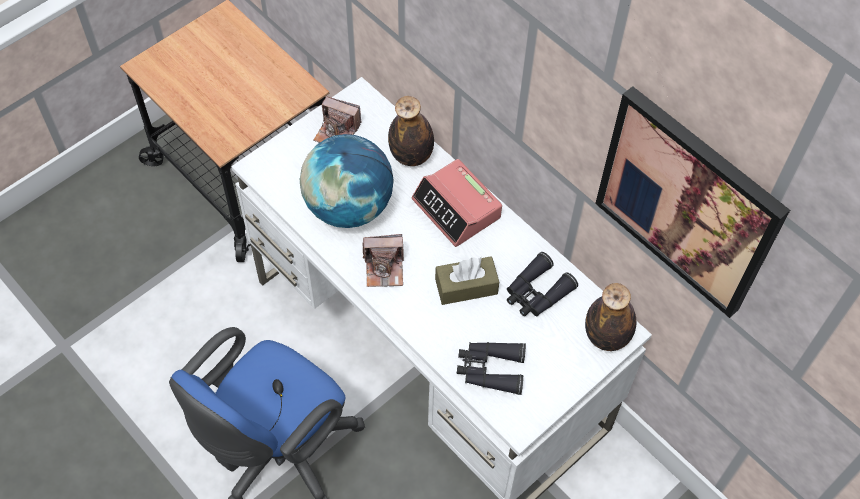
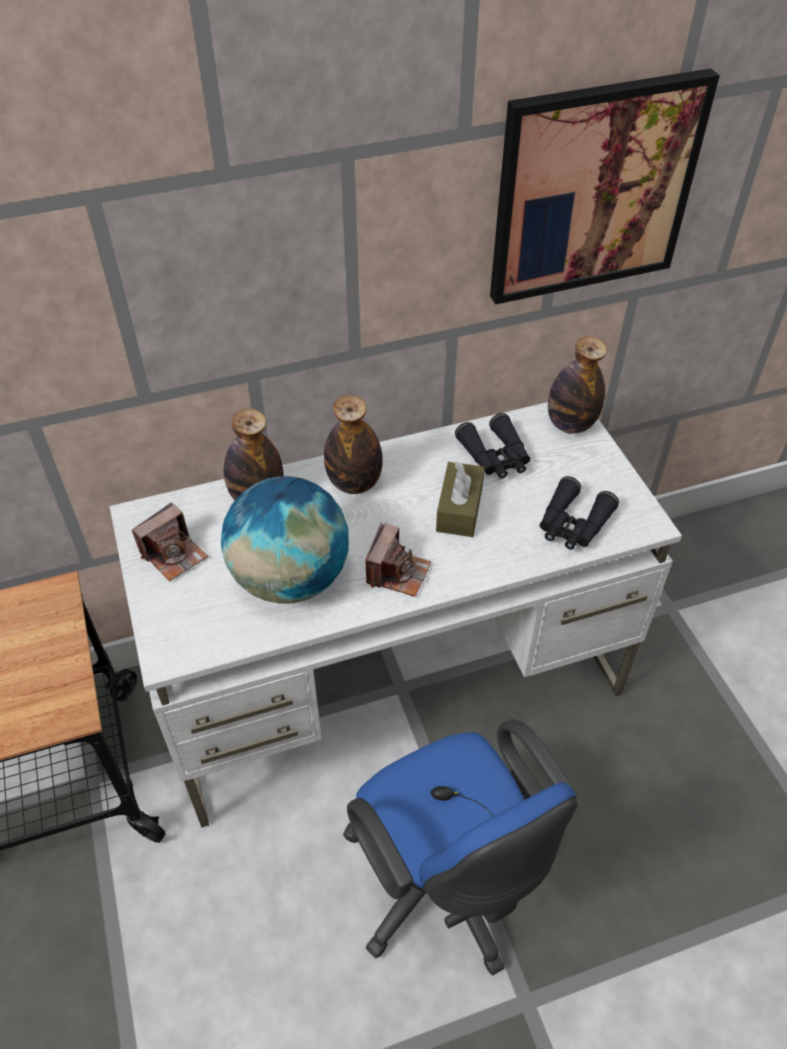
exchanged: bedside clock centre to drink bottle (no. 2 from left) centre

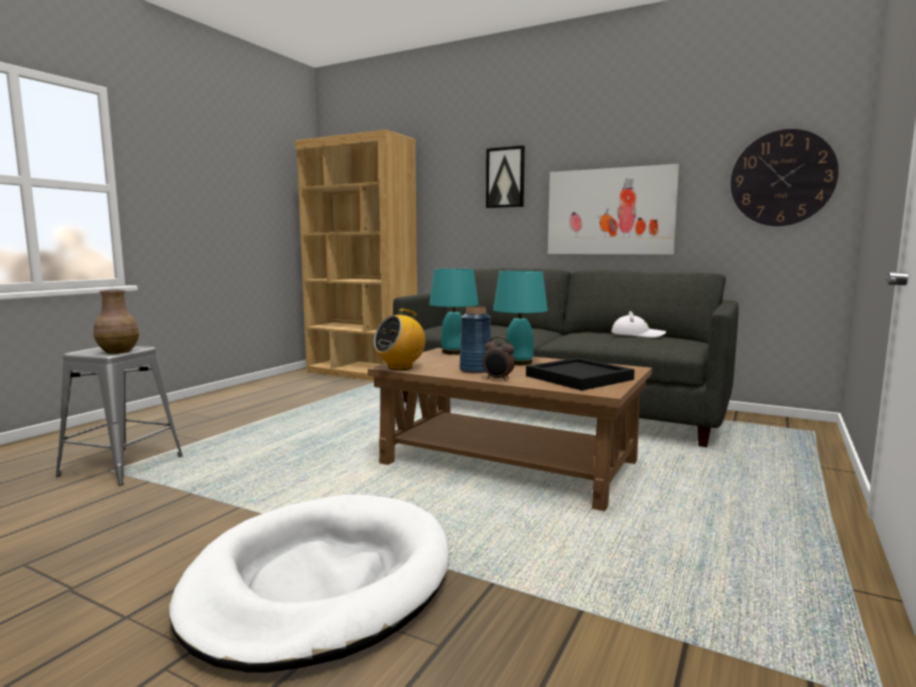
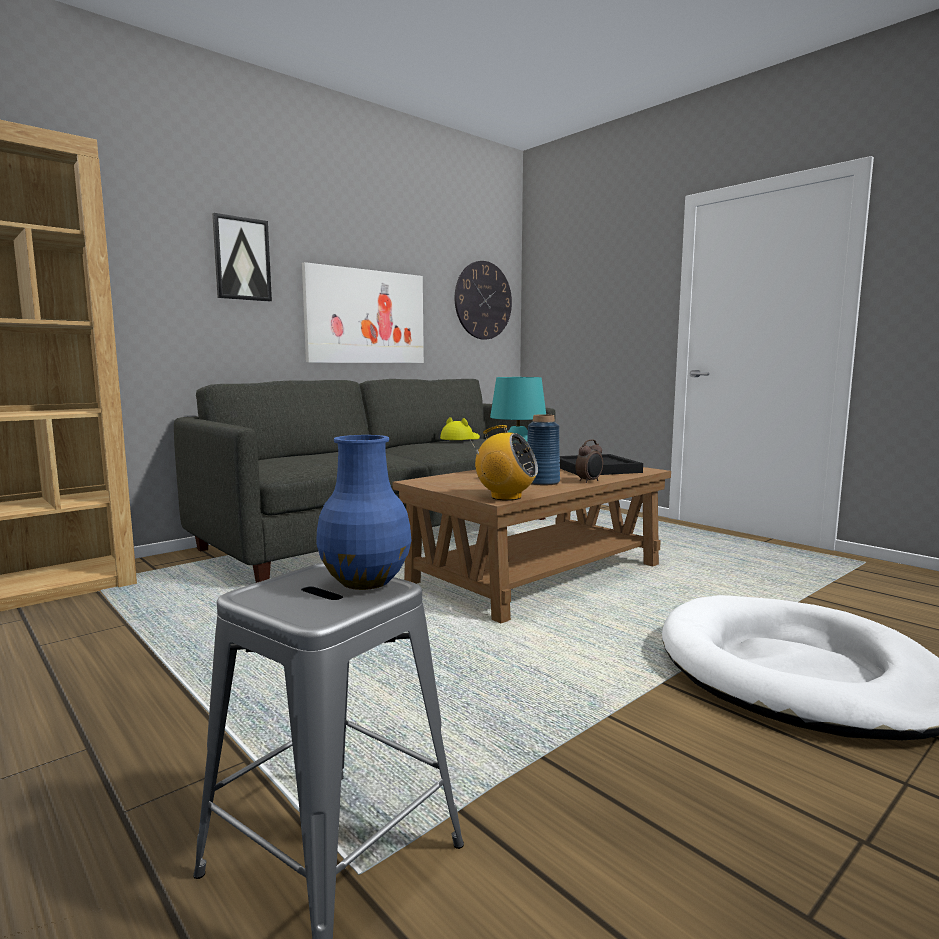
missing: turquoise-coloured table lamp (no. 1 from left) centre
colour: brownish vase middle left to blue-coloured vase (no. 1 from left) centre; white-coloured wearable hat middle right to yellowish wearable hat centre
spun: radio centre = centre 45 degrees counterclockwise

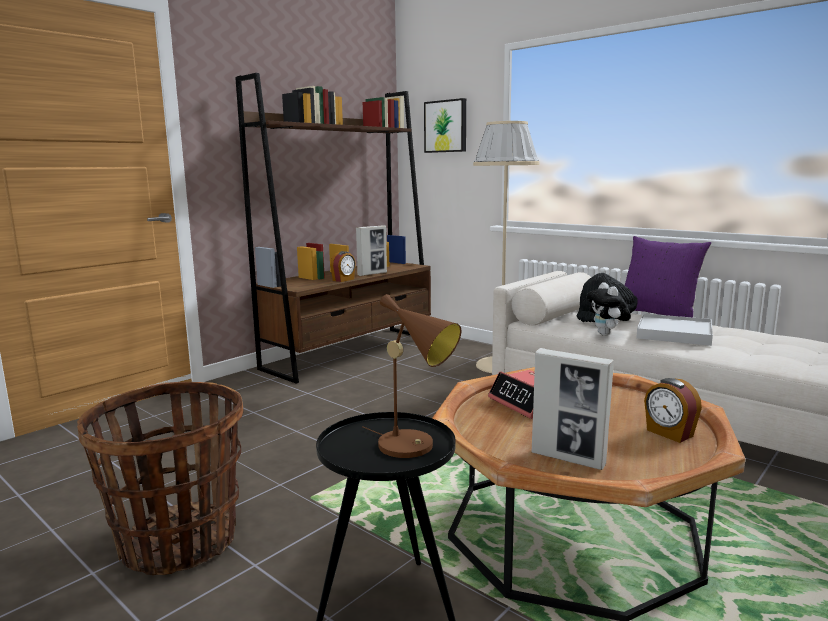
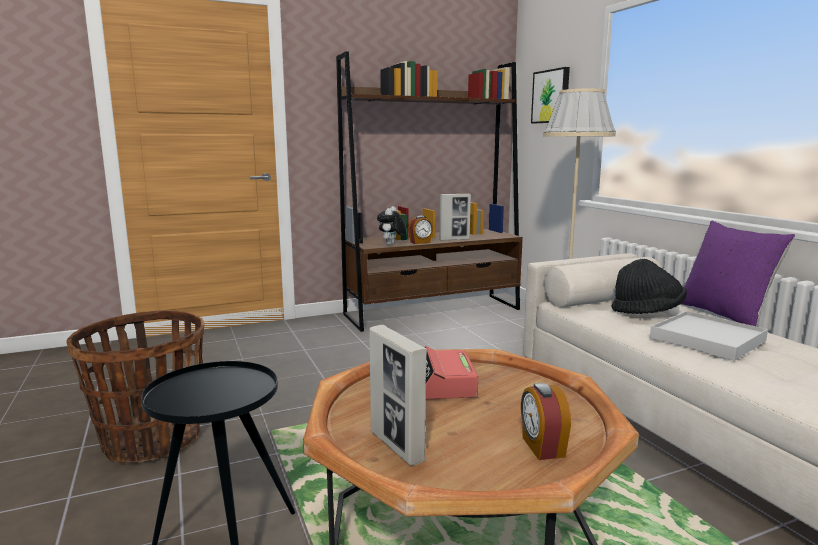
missing: brownish table lamp centre
relocated: cuddly toy middle right to centre

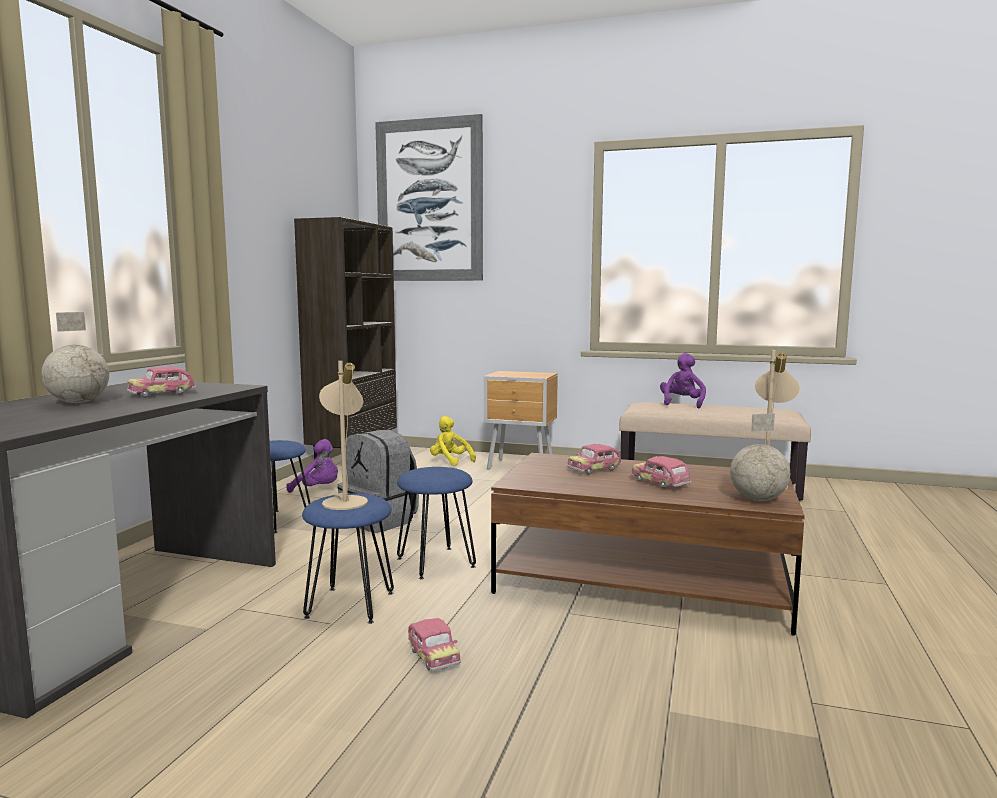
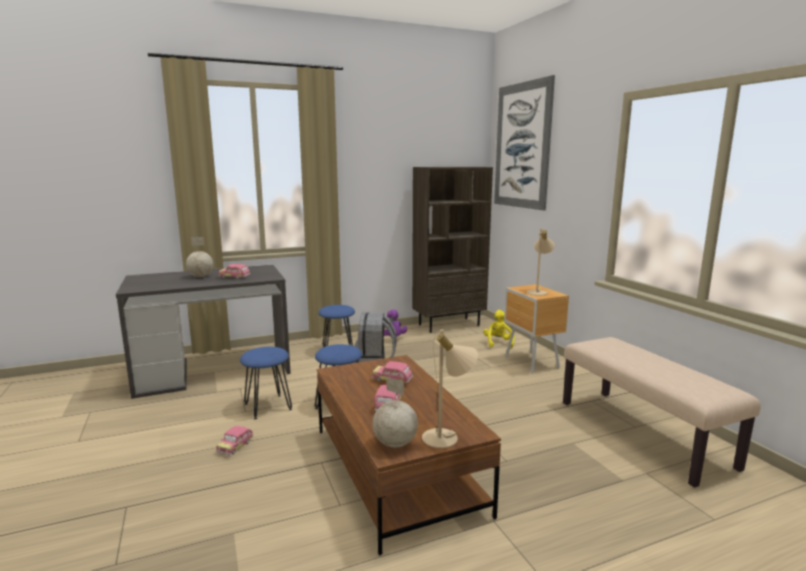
missing: purple cuddly toy (no. 2 from left) middle right
relocated: beige table lamp (no. 1 from left in the first image) centre to beige table lamp (no. 2 from left) middle right

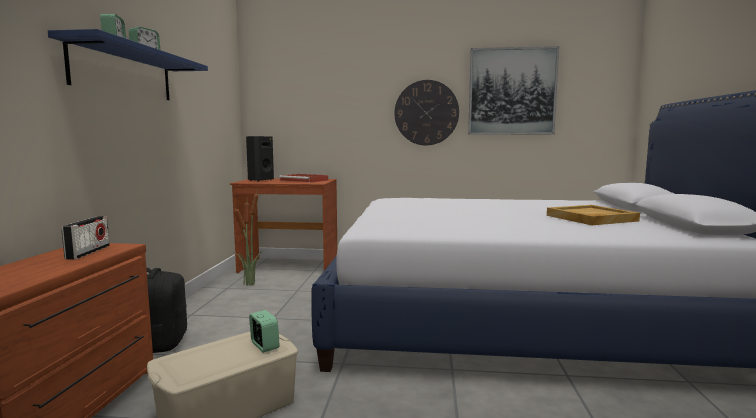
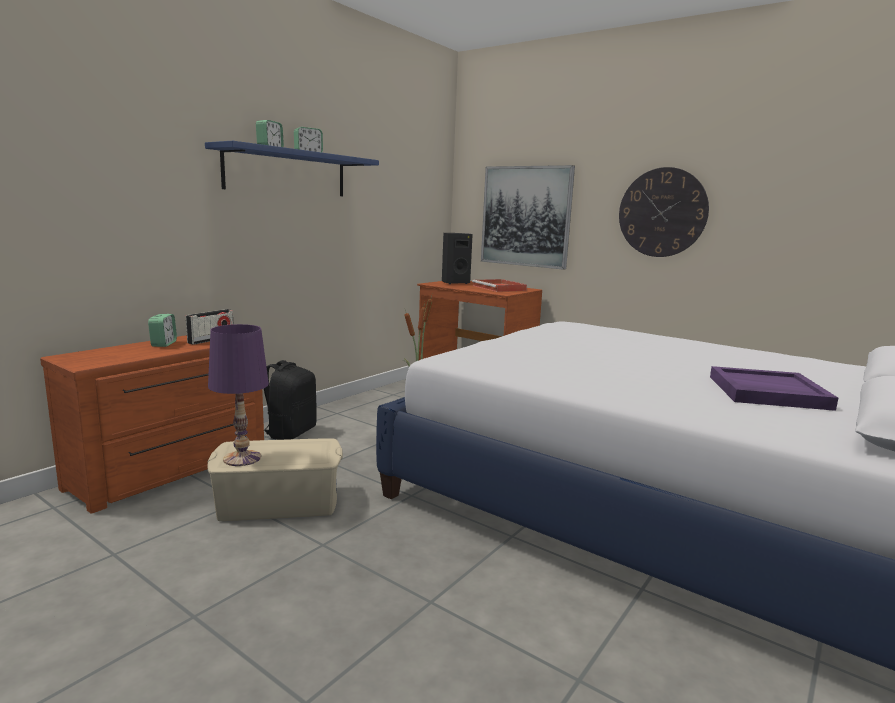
appeared: purple table lamp middle left
relocated: bedside clock (no. 3 from left in the first image) bottom centre to bedside clock (no. 1 from left) middle left; picture top right to top centre
colour: beige serving tray middle right to purple serving tray middle right

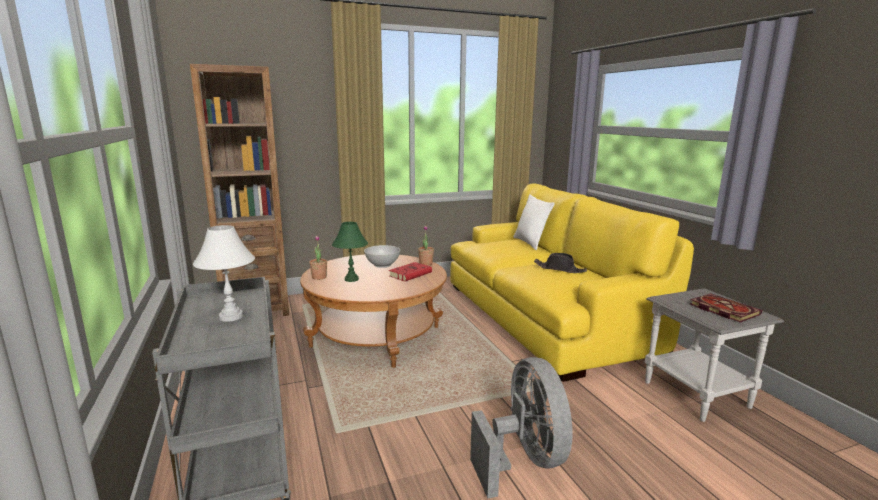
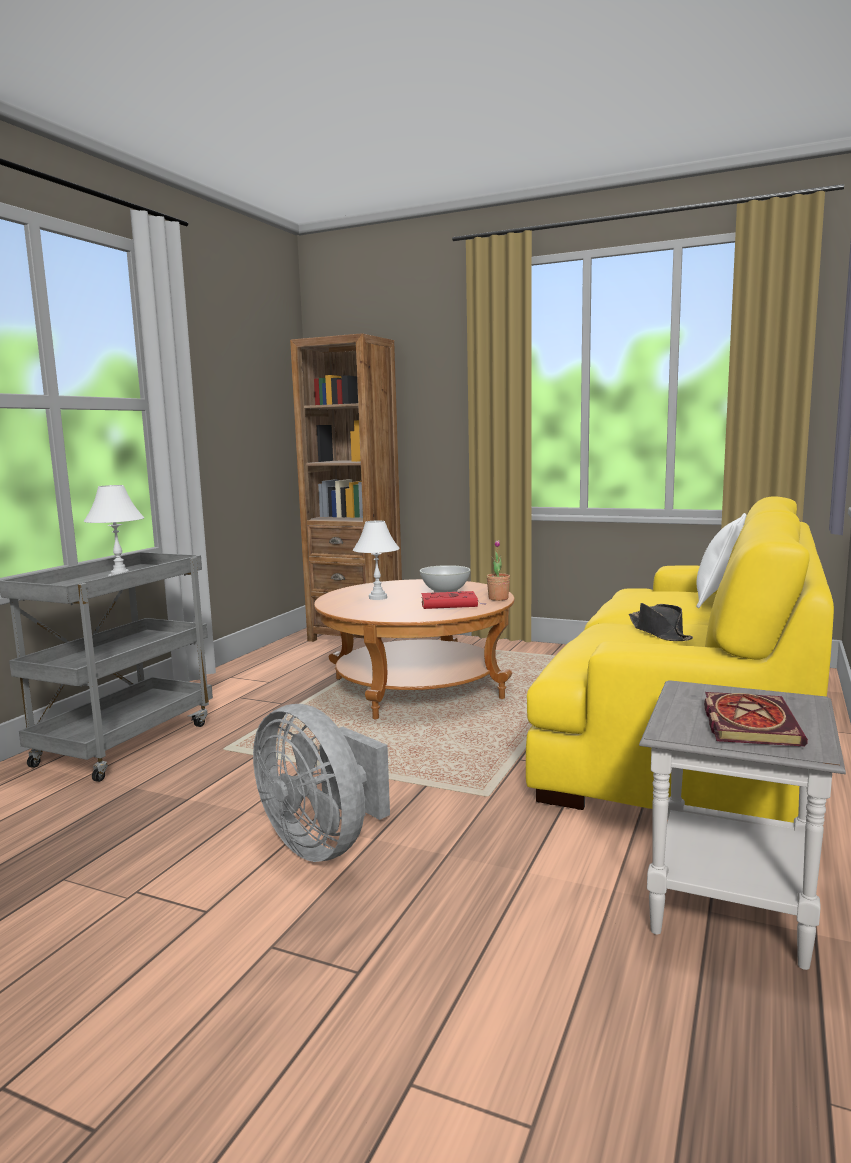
missing: plant in a pot (no. 1 from left) centre
colour: greenish table lamp centre to white-coloured table lamp (no. 2 from left) centre
spun: grey fan bottom centre = bottom centre 105 degrees clockwise

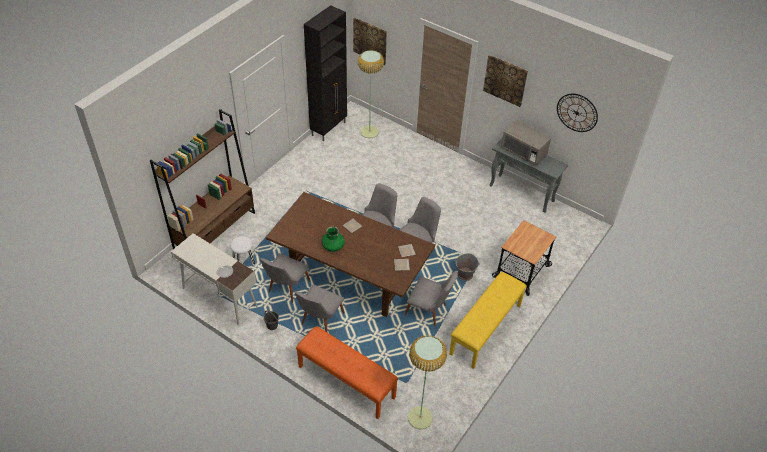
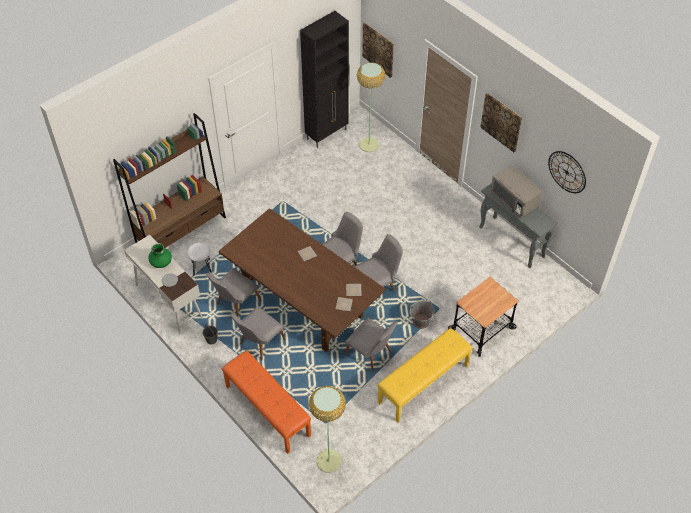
relocated: greenish vase centre to middle left

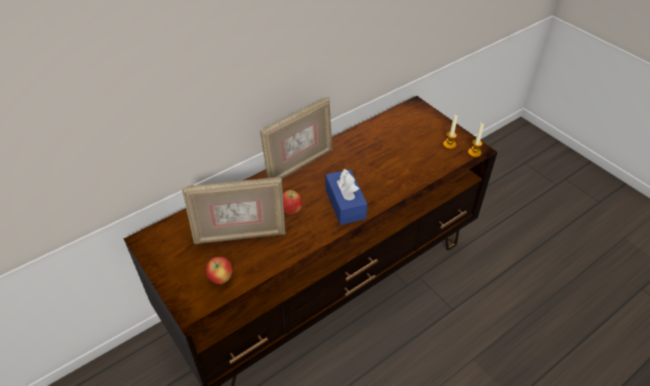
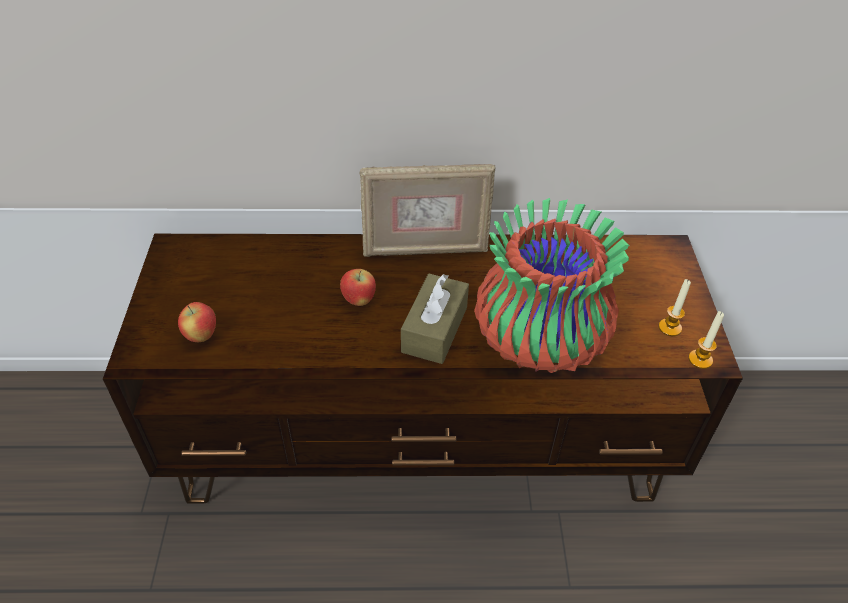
missing: picture frame (no. 1 from left) centre
appeared: vase centre
colour: blue-coloured tissue holder centre to brownish tissue holder centre

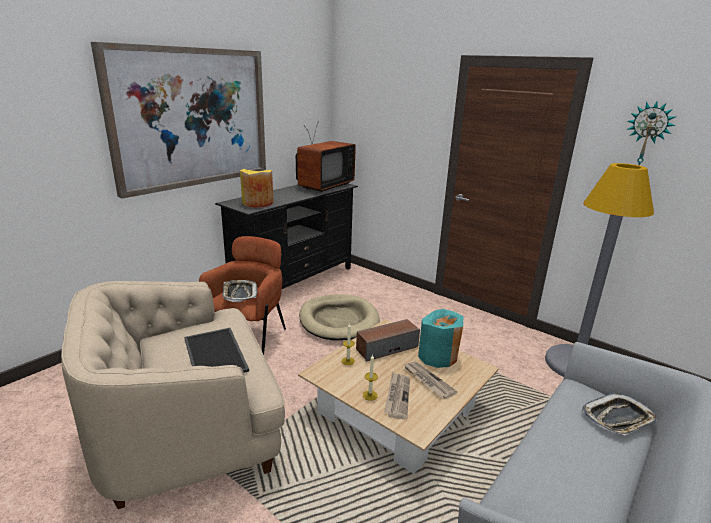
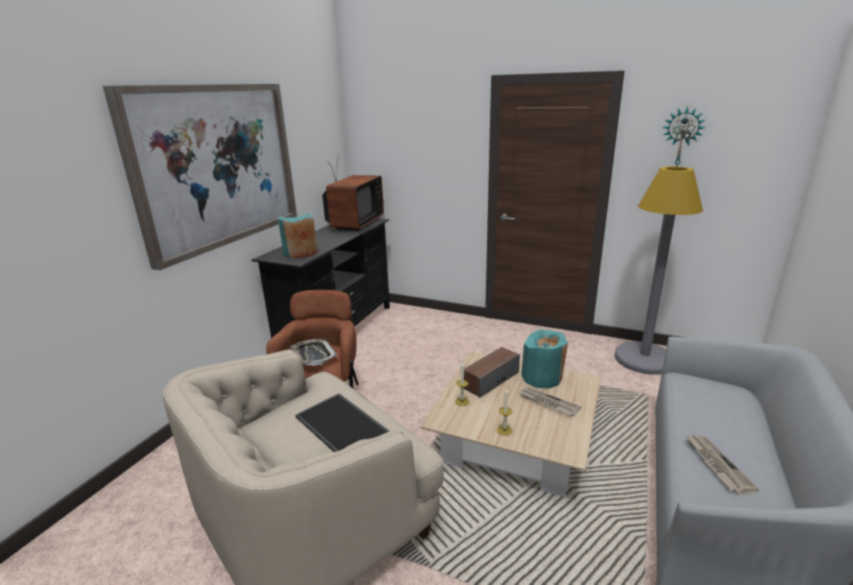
missing: beige dog bed centre; serving tray (no. 3 from left) bottom right
relocated: newspaper (no. 1 from left in the first image) bottom centre to newspaper (no. 2 from left) bottom right
colour: yellowish vase centre to turquoise-coloured vase (no. 1 from left) centre

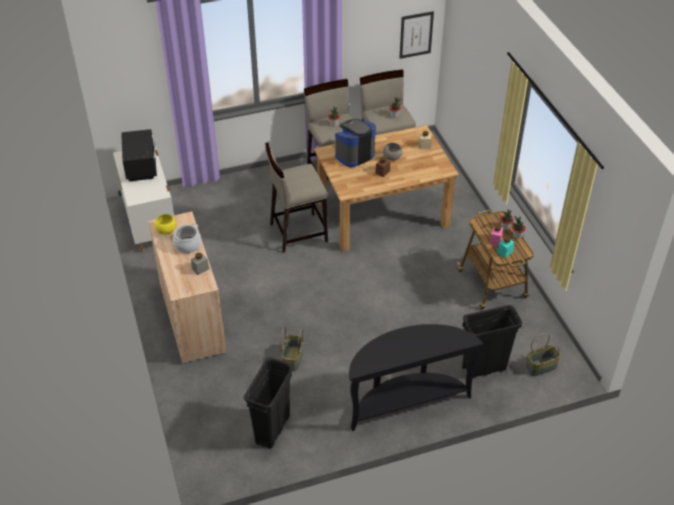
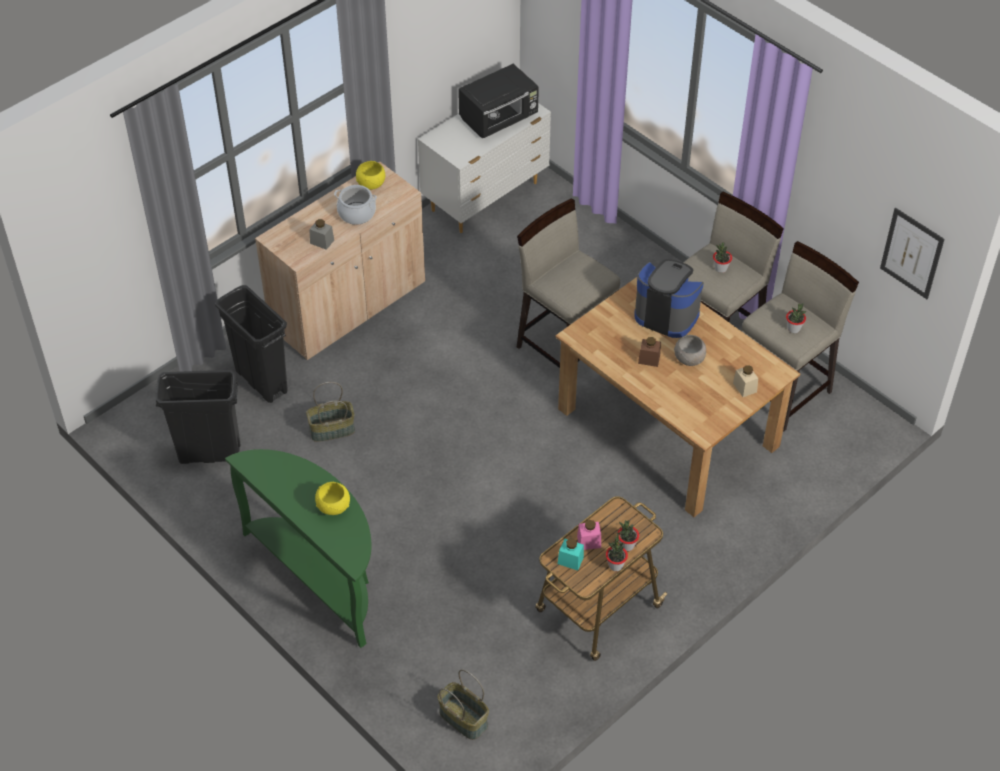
appeared: yellowish bowl (no. 1 from left) middle left
relocated: black rubbish bin (no. 2 from left) bottom right to middle left
colour: black narrow table bottom centre to greenish narrow table bottom left

